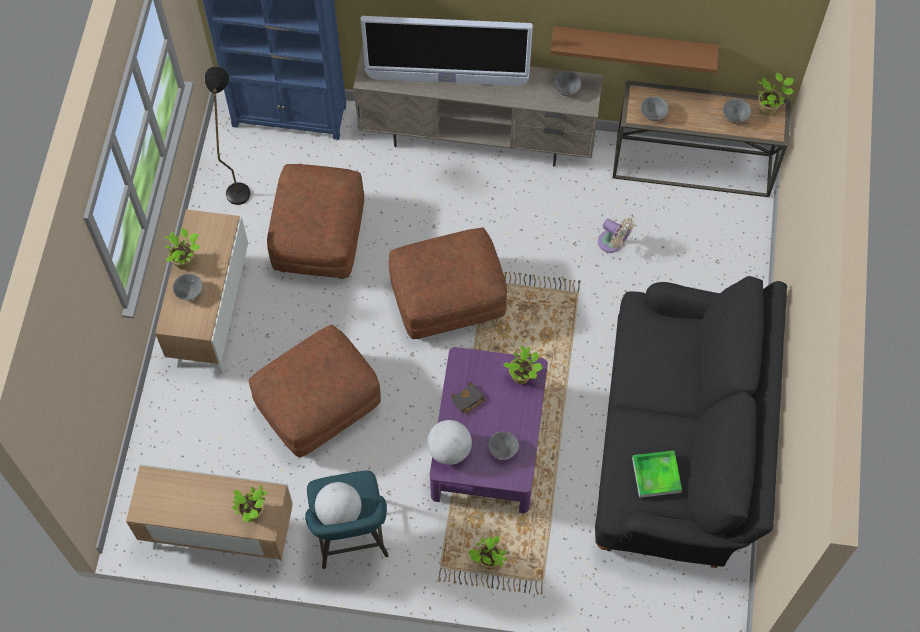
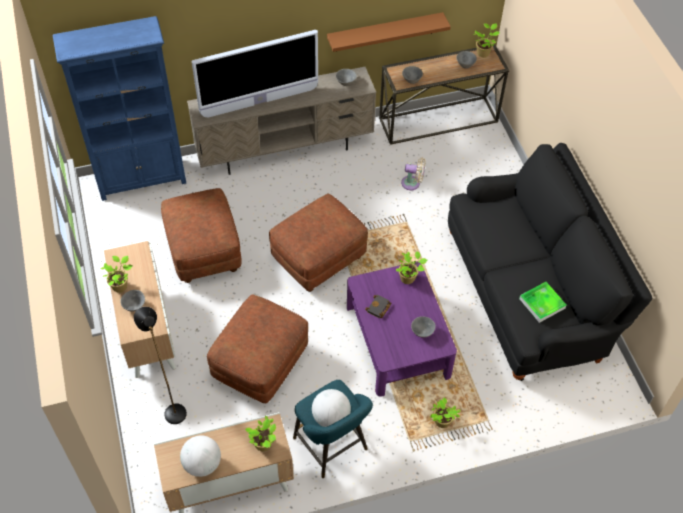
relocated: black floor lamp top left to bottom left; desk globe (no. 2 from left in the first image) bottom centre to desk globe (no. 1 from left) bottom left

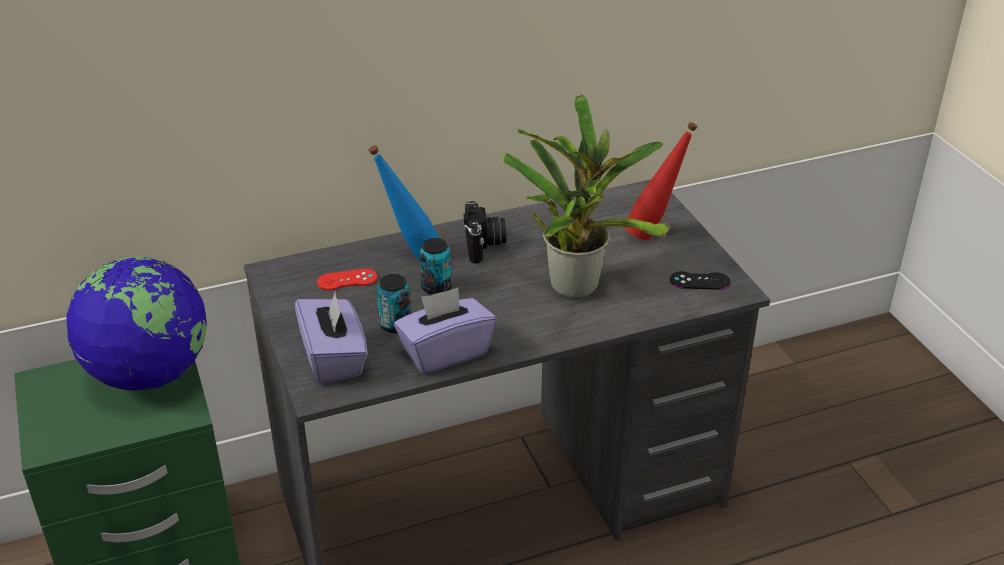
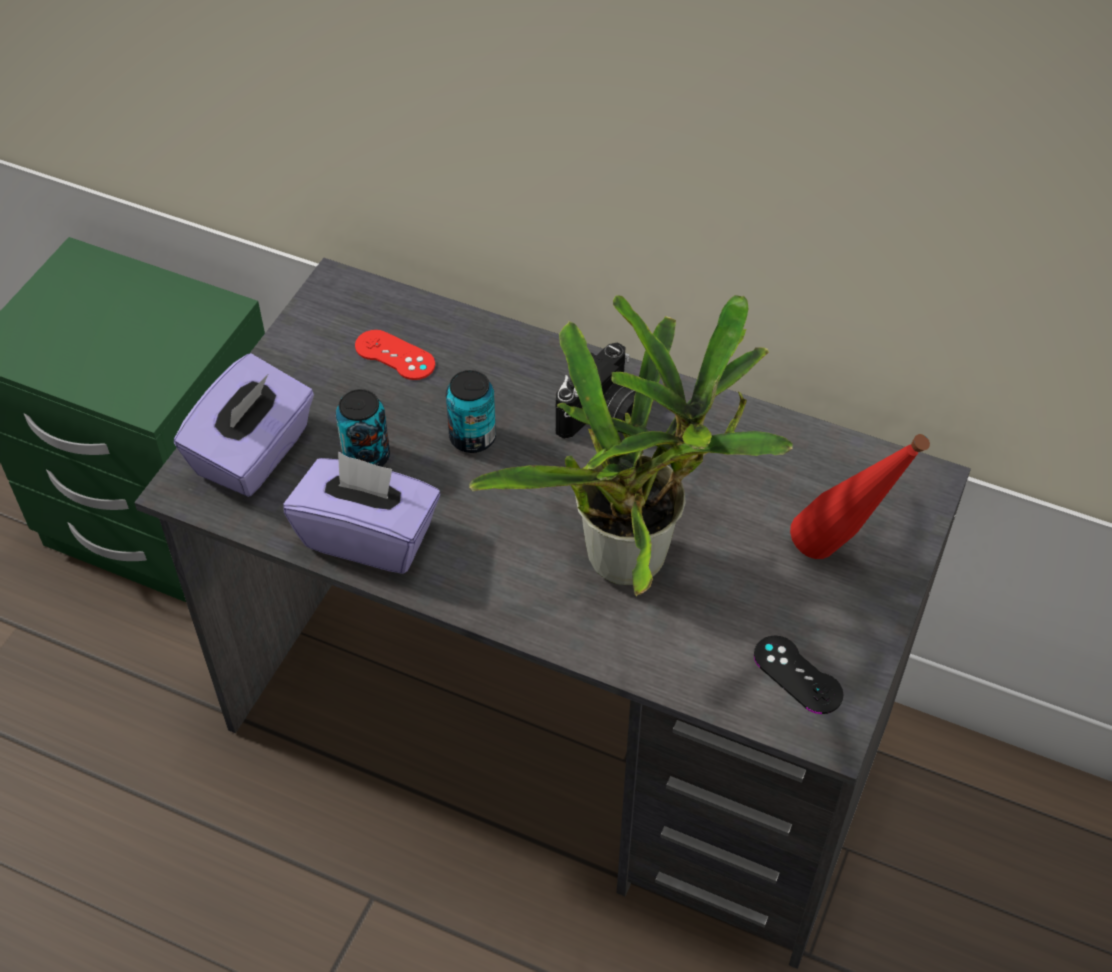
missing: desk globe middle left; blue-coloured drink bottle centre

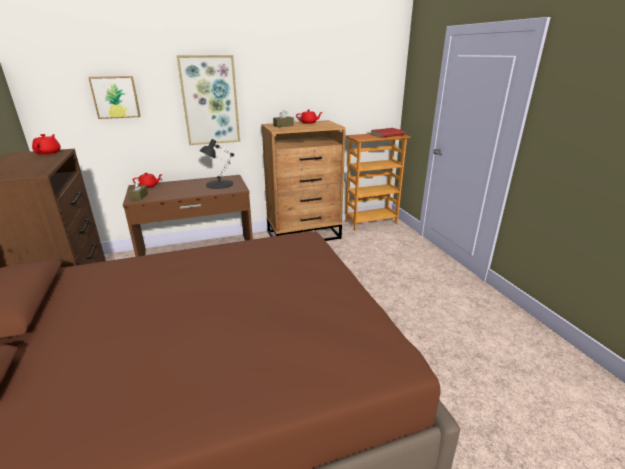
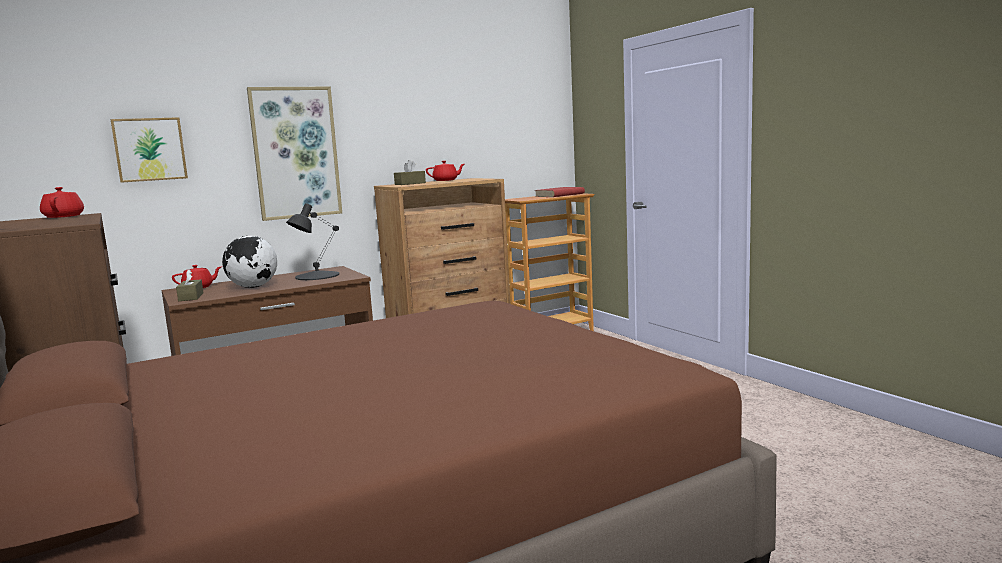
appeared: desk globe middle left

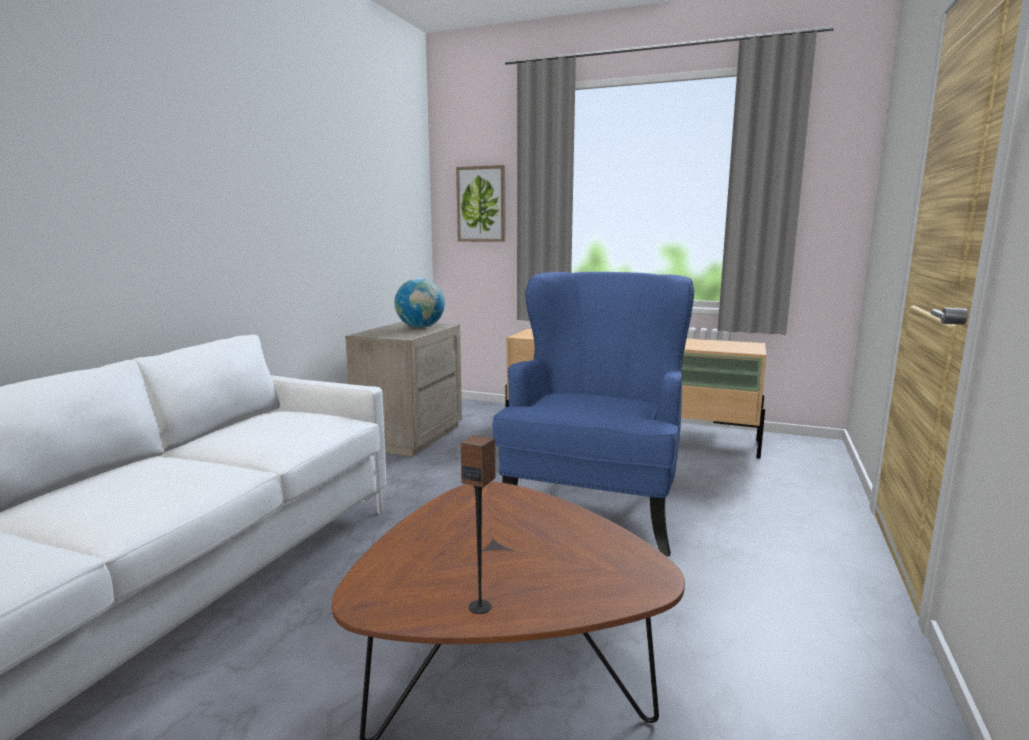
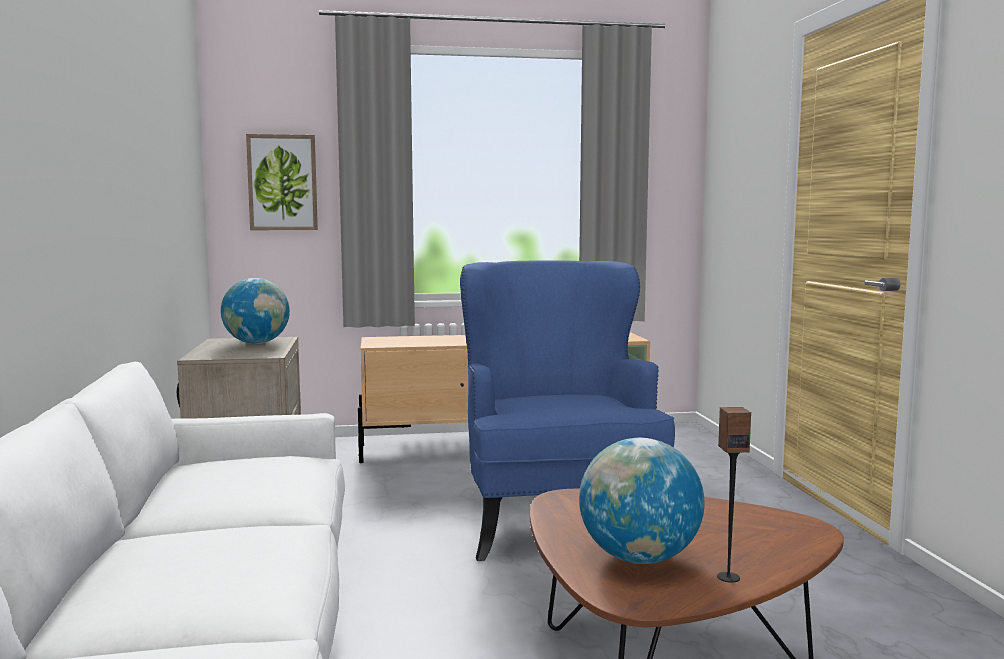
appeared: desk globe (no. 2 from left) bottom centre

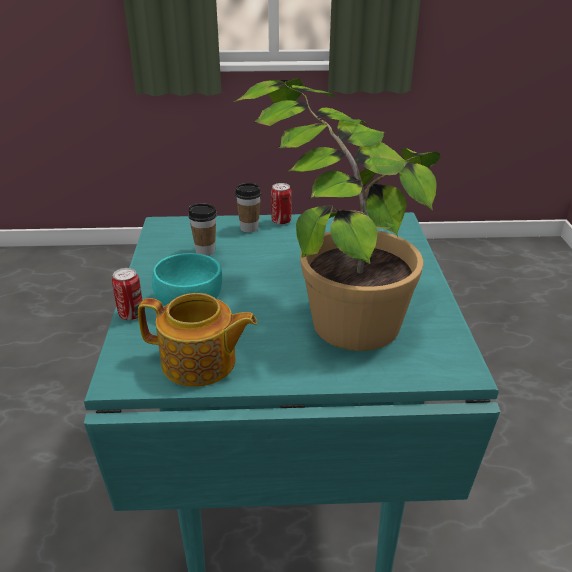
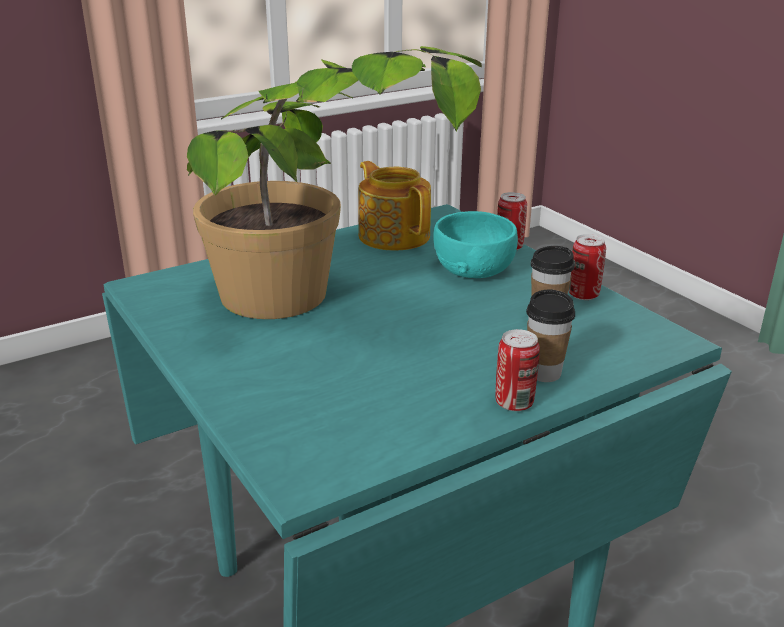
appeared: can (no. 3 from left) middle right
spun: pot for tea centre = top centre 75 degrees clockwise

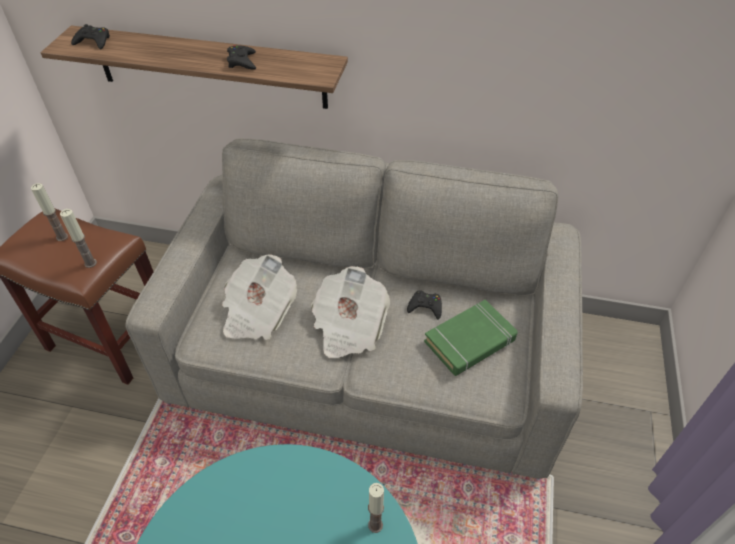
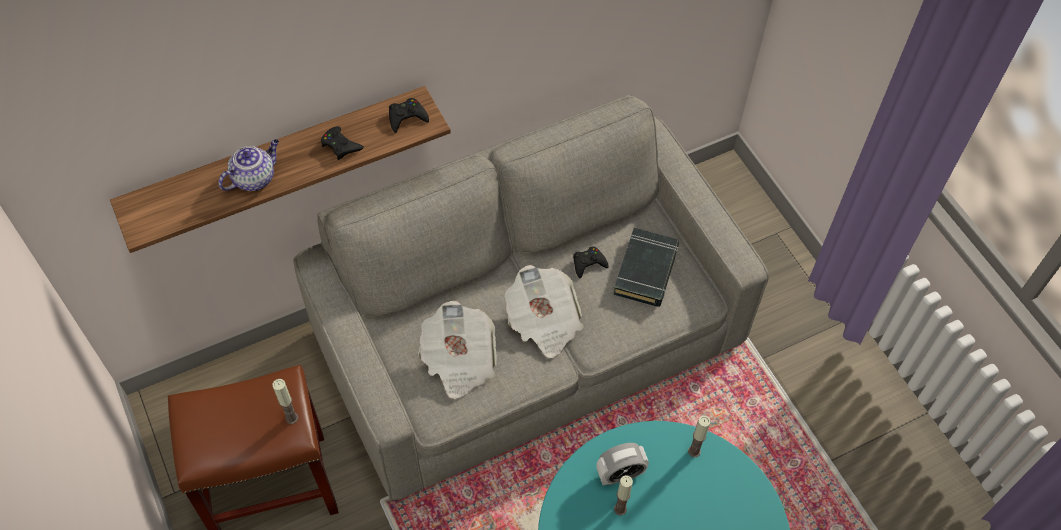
appeared: pot for tea top left; bedside clock bottom centre
relocated: black gamepad (no. 1 from left in the first image) top left to black gamepad (no. 2 from left) top centre; wax light (no. 1 from left in the first image) middle left to wax light (no. 2 from left) bottom centre
colour: greenish bound book centre to black bound book centre

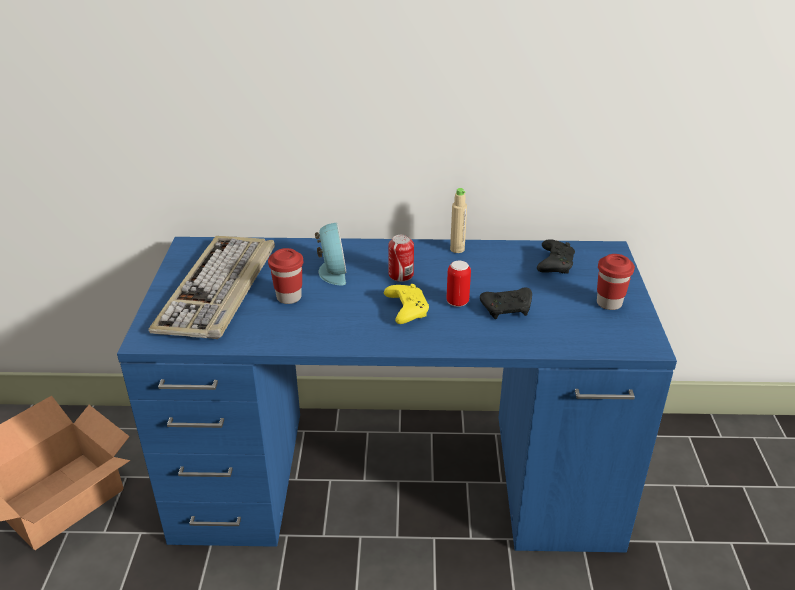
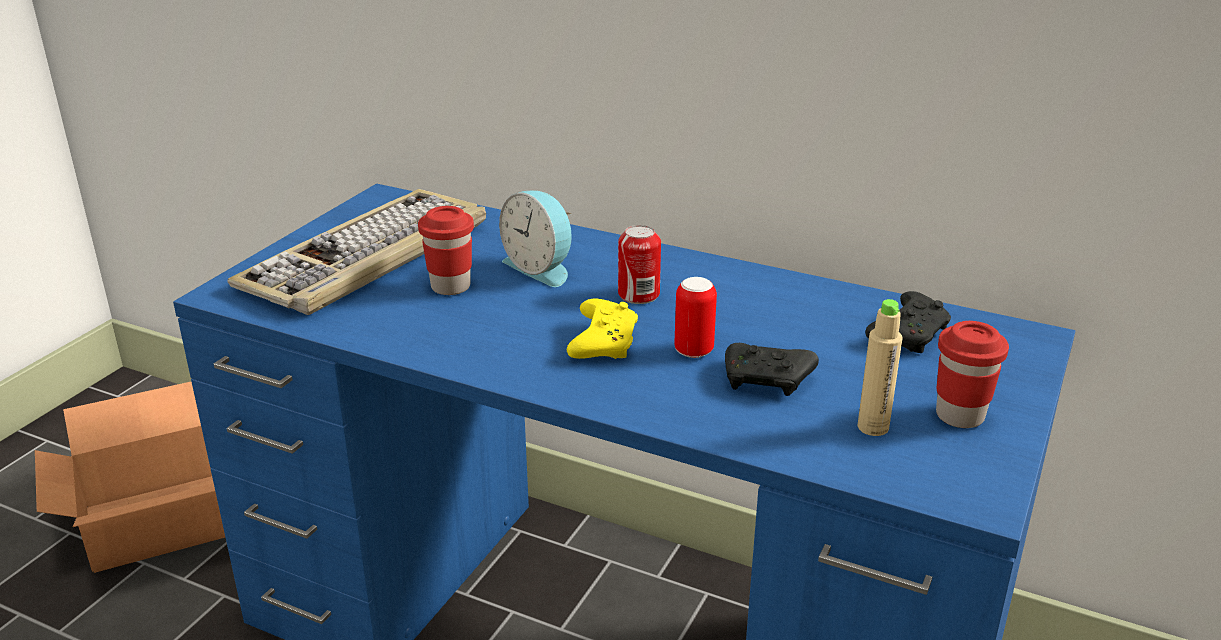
relocated: beige drink bottle centre to middle right
spun: bedside clock centre = centre 120 degrees clockwise

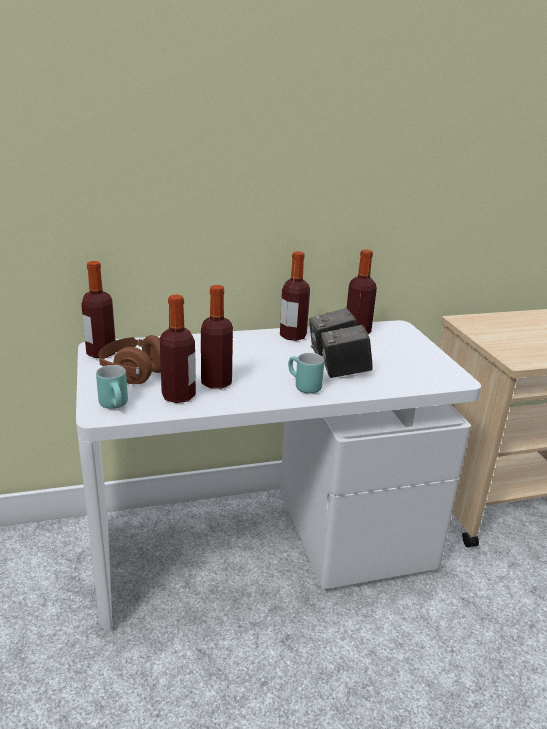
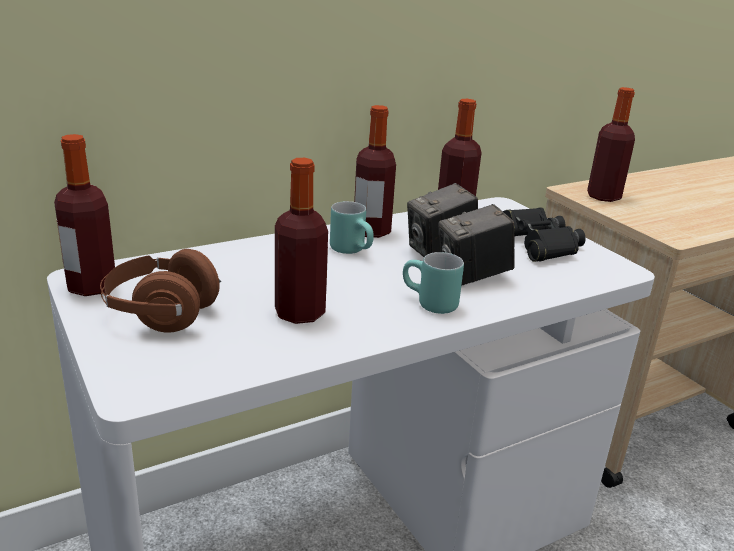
appeared: black field glasses middle right
relocated: turquoise-coloured coffee mug (no. 1 from left) middle left to centre; drink bottle (no. 2 from left in the first image) middle left to drink bottle (no. 5 from left) top right

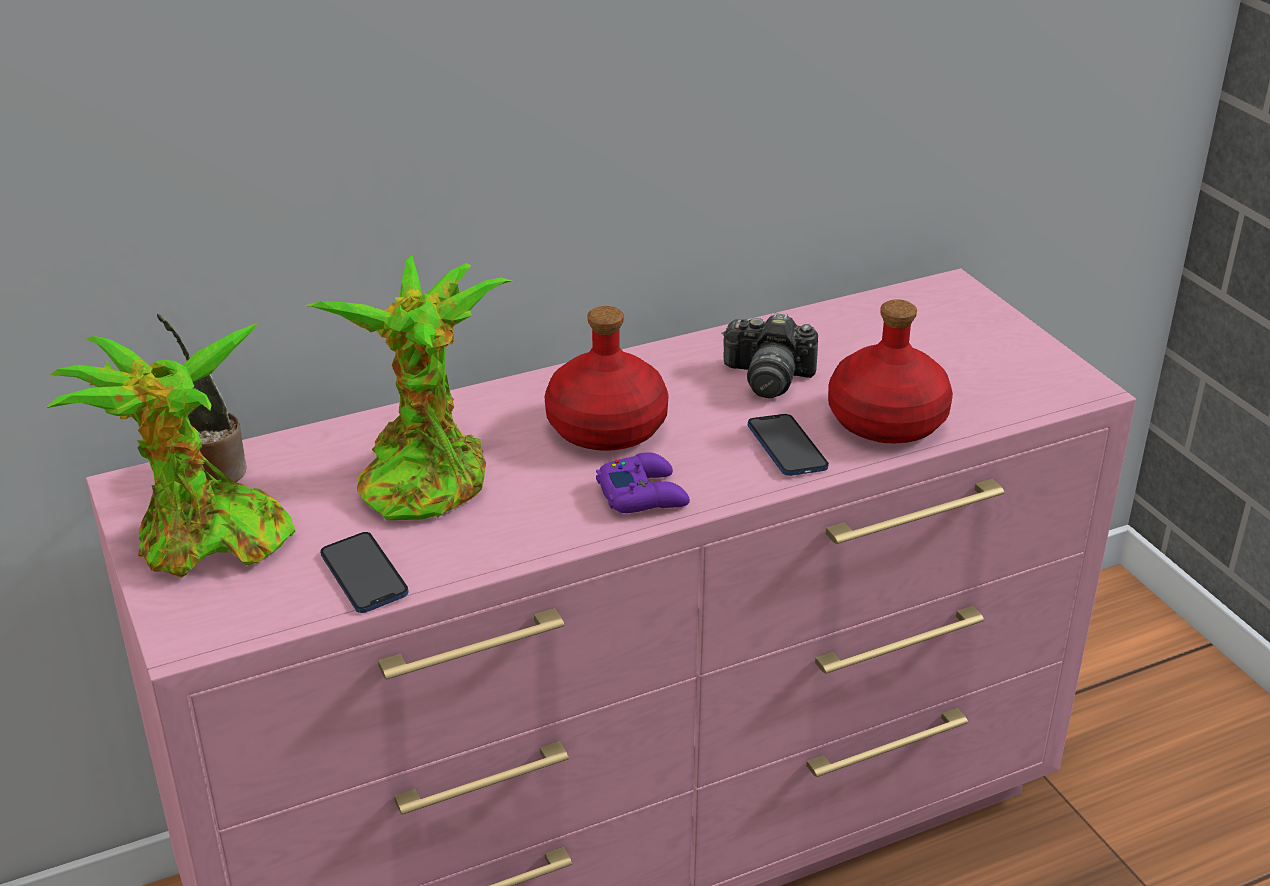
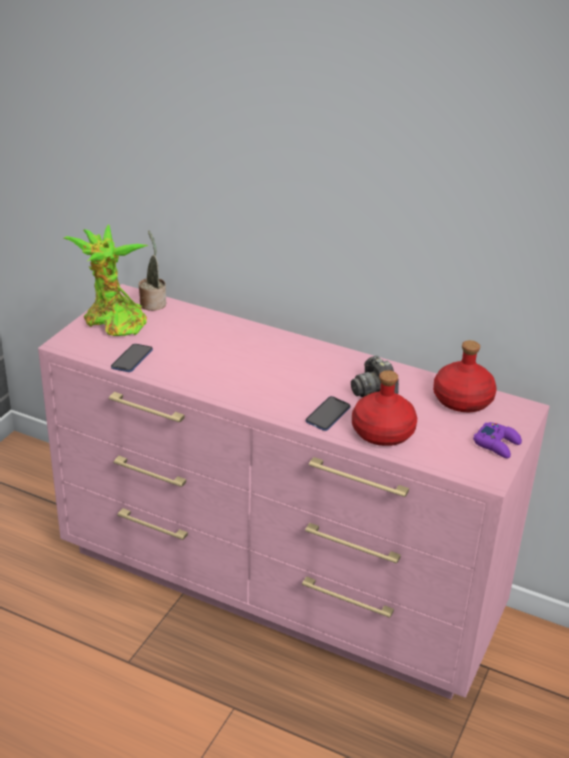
missing: plant in a pot (no. 3 from left) middle left
relocated: red-coloured drink bottle (no. 1 from left in the first image) centre to red-coloured drink bottle (no. 2 from left) middle right; purple gamepad centre to middle right

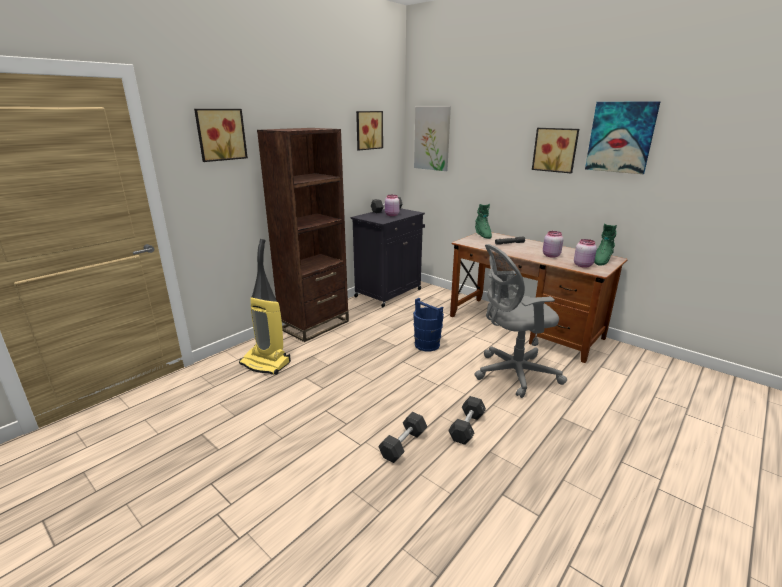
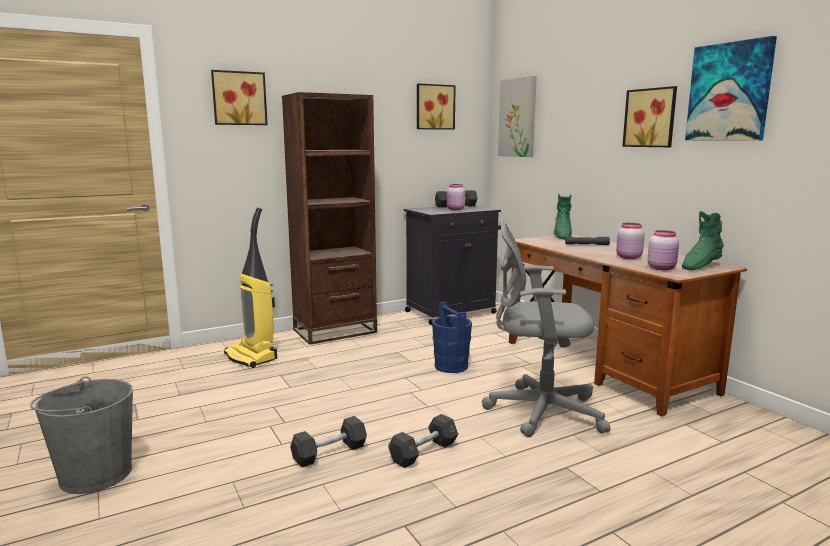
appeared: grey bucket bottom left

